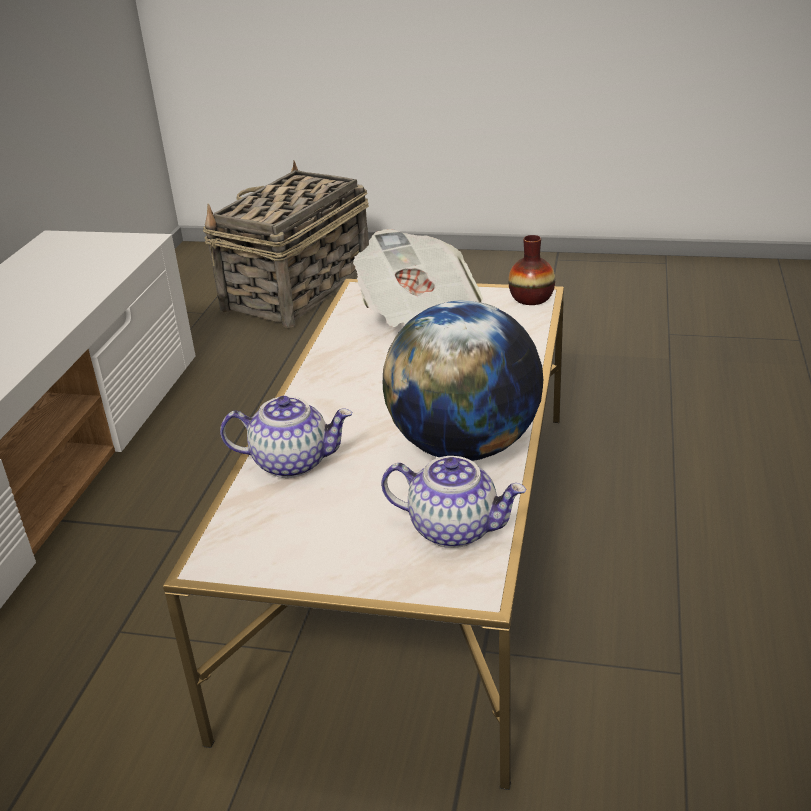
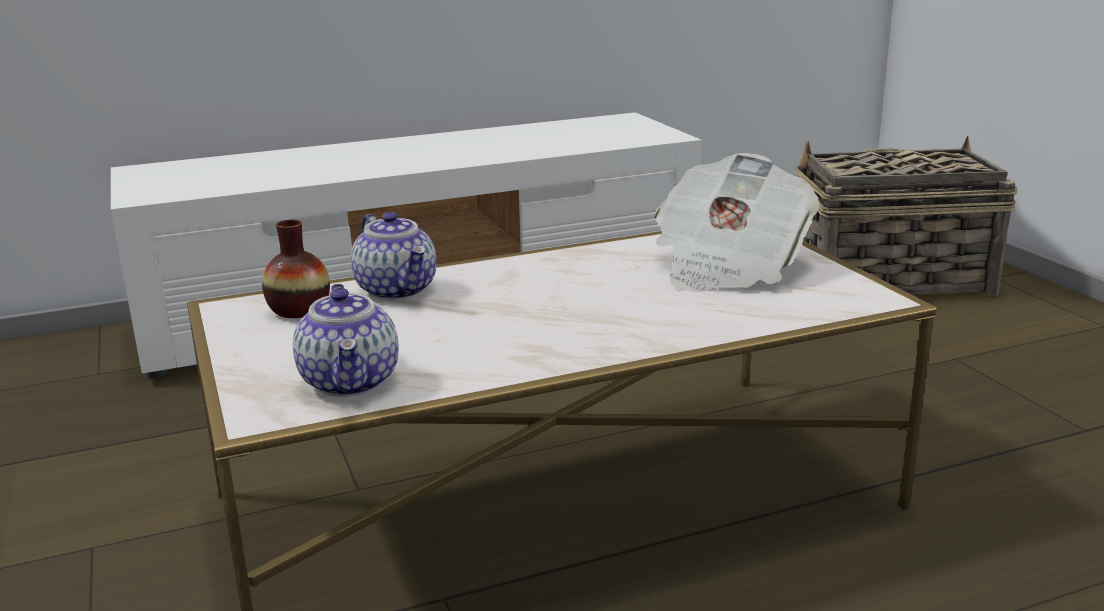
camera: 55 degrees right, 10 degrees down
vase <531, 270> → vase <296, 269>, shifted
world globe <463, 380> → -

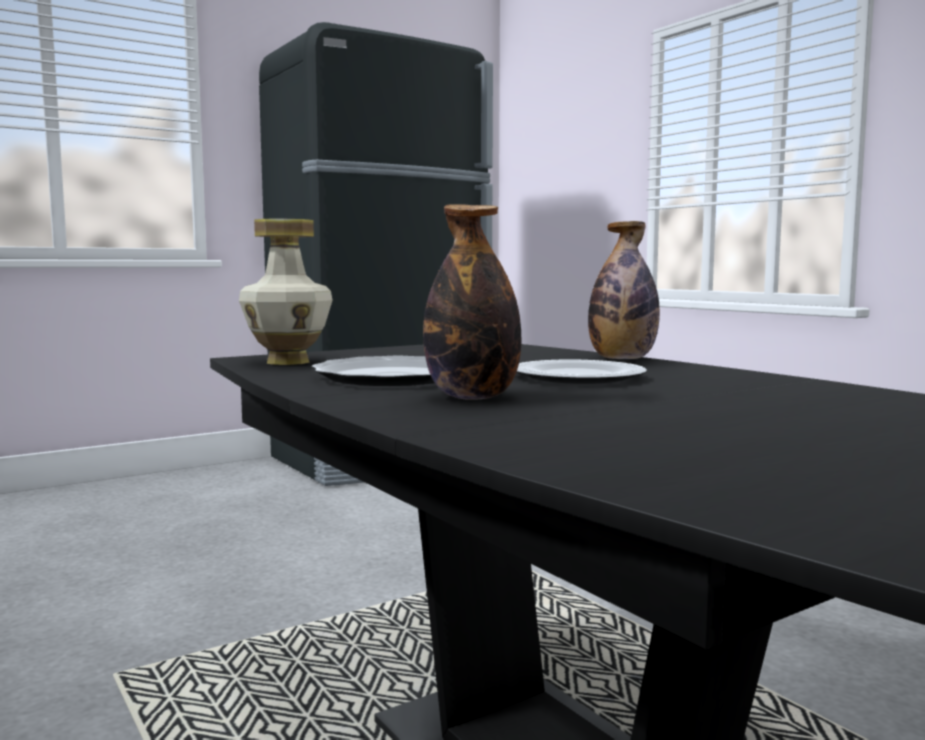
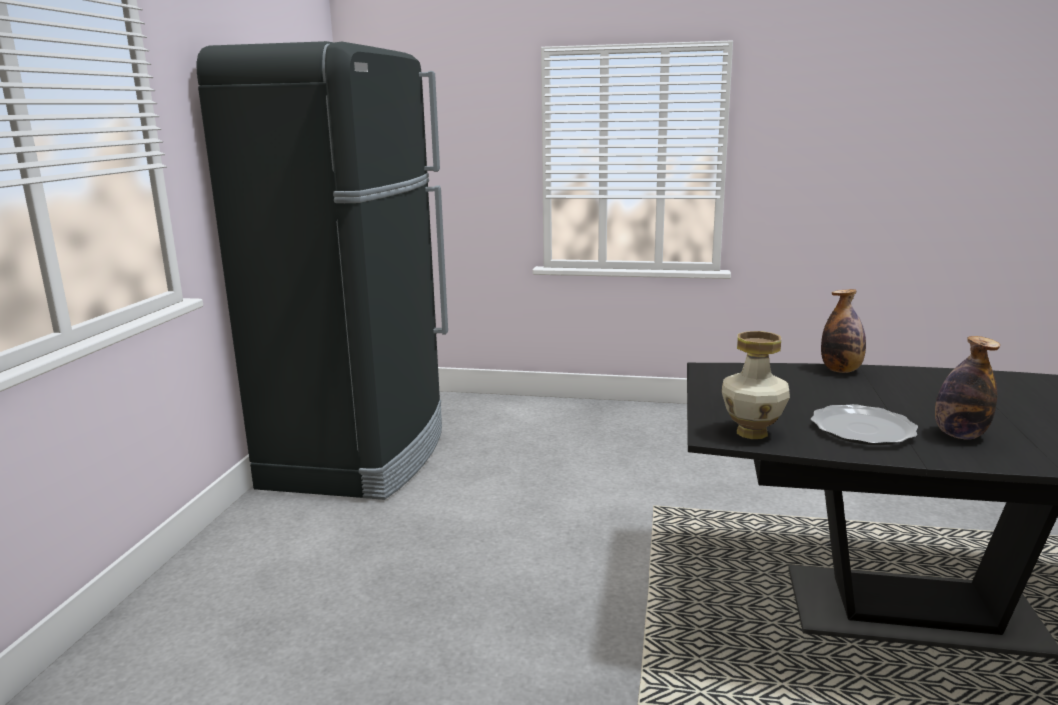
camera: 45 degrees left, 10 degrees up
plate <582, 372> → -

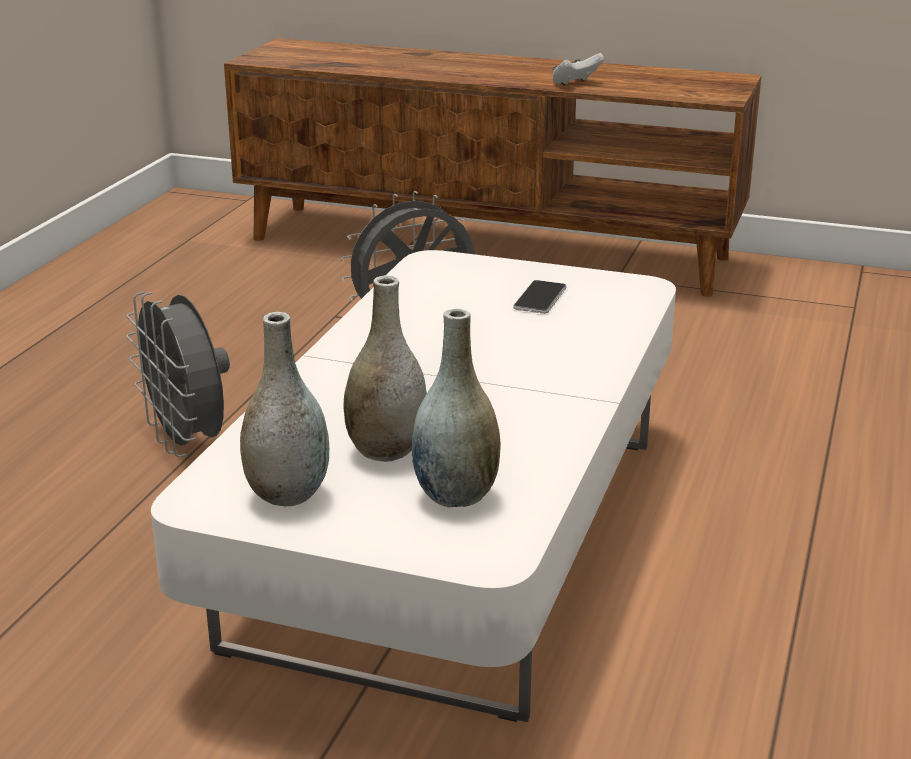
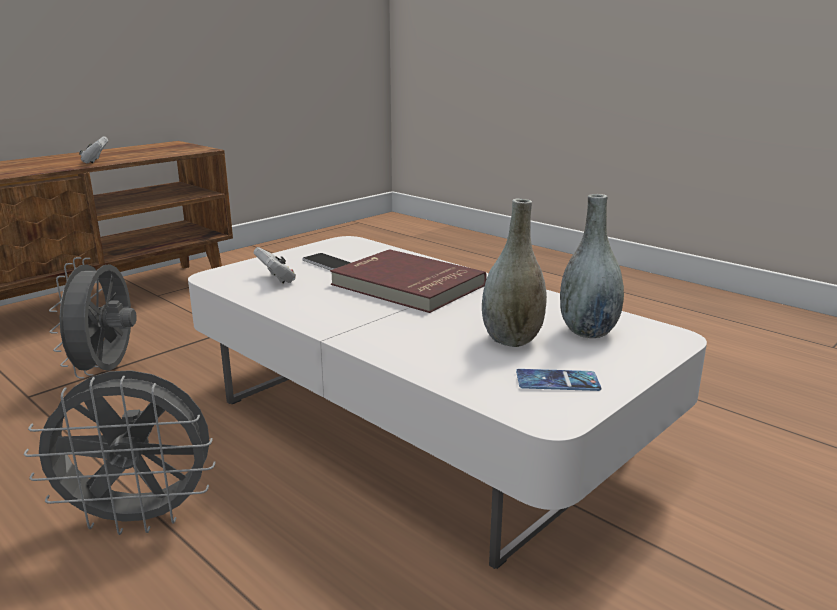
camera: 65 degrees left, 5 degrees down
greyish vase <284, 409> → handset <558, 380>
- → whitish joypad <275, 265>
- → red-coloured bound book <408, 281>

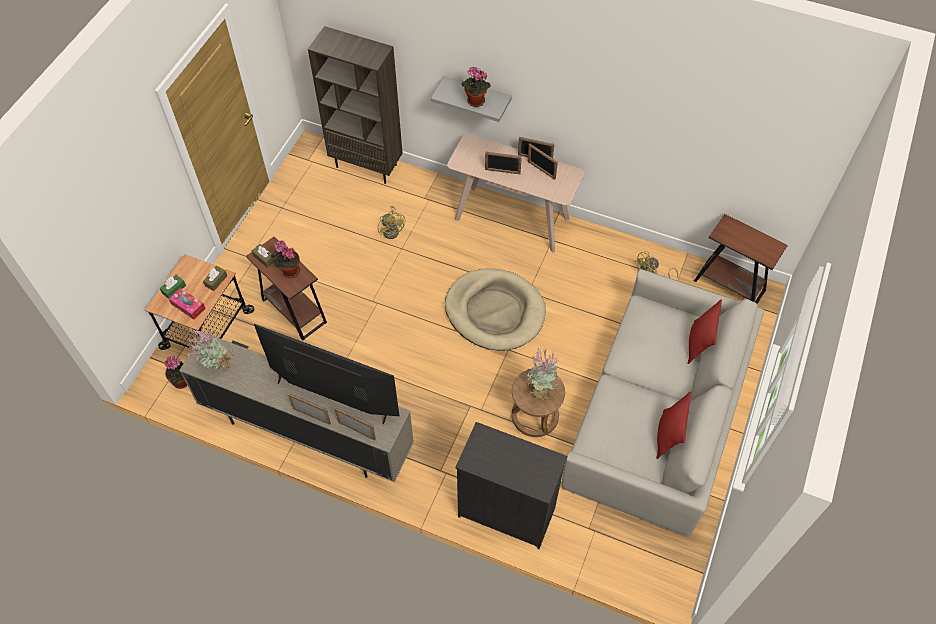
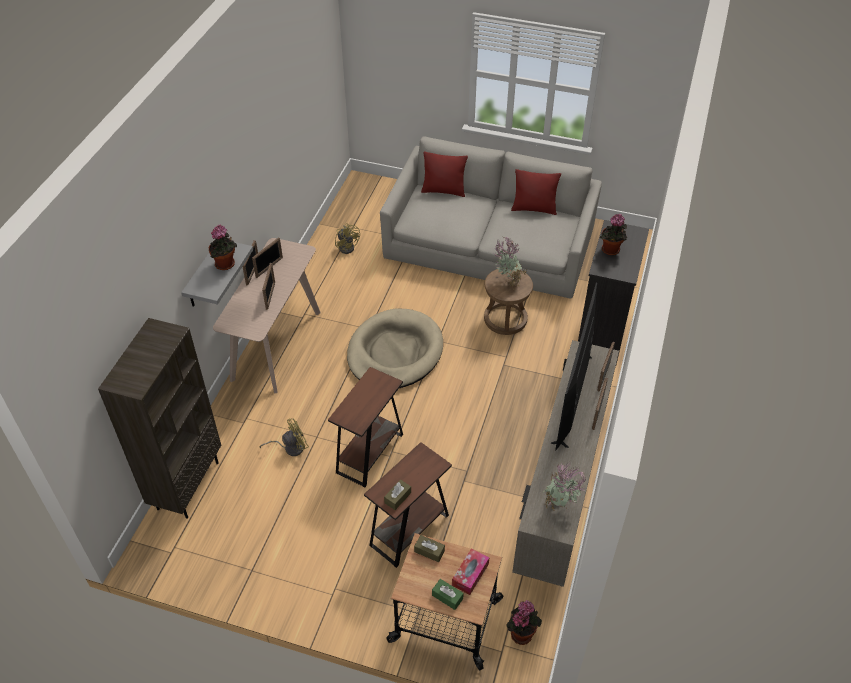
camera: 95 degrees left, 10 degrees down
brown accent table <741, 259> → brown accent table <365, 427>, shifted
plant in a pot <285, 259> → plant in a pot <613, 234>, shifted

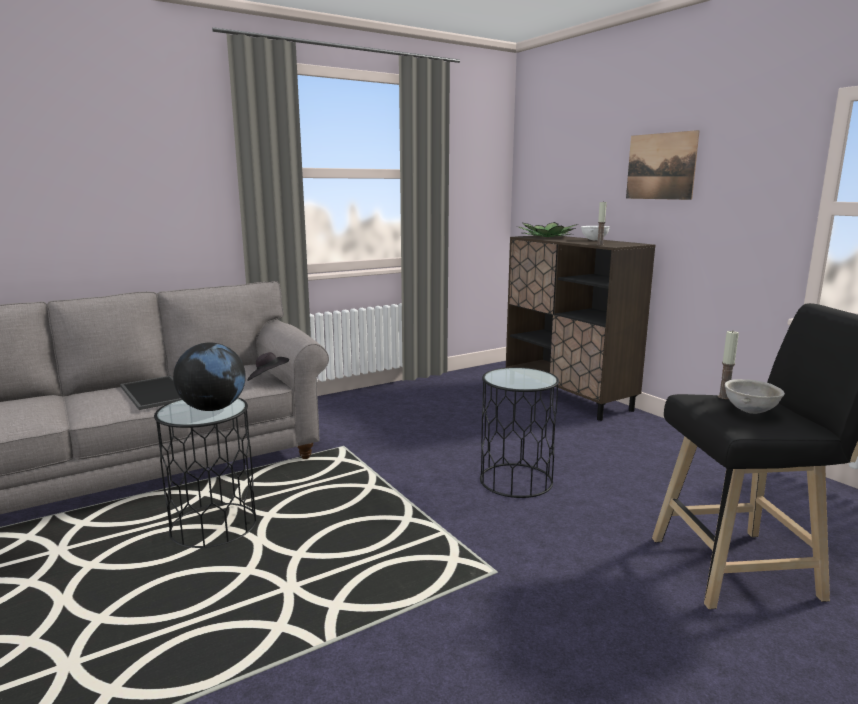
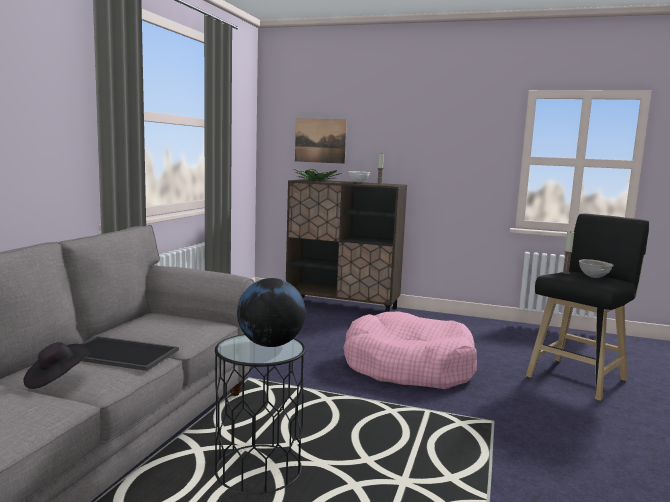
camera: 40 degrees left, 5 degrees down
wall art <663, 165> → wall art <321, 141>, shifted
black-coloured wearable hat <268, 366> → black-coloured wearable hat <56, 365>, shifted
black-coloured accent table <519, 432> → pink-coloured pet bed <410, 350>

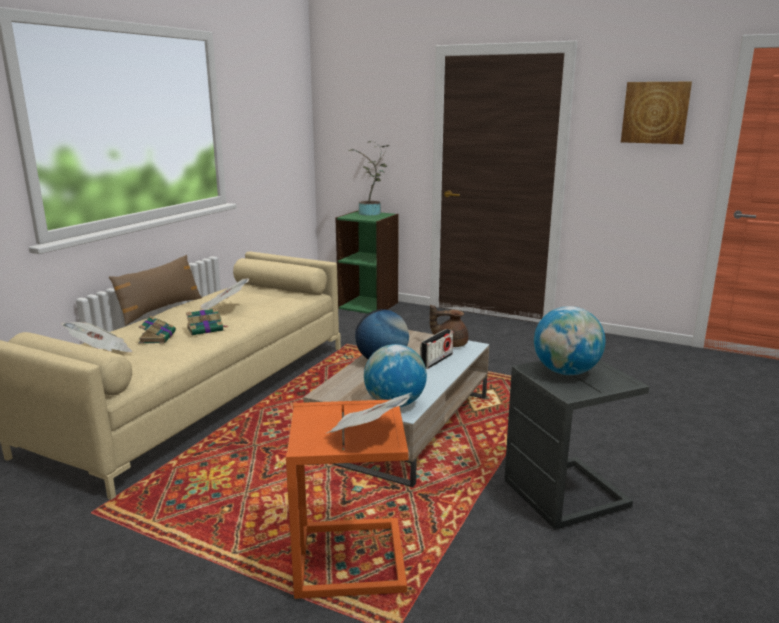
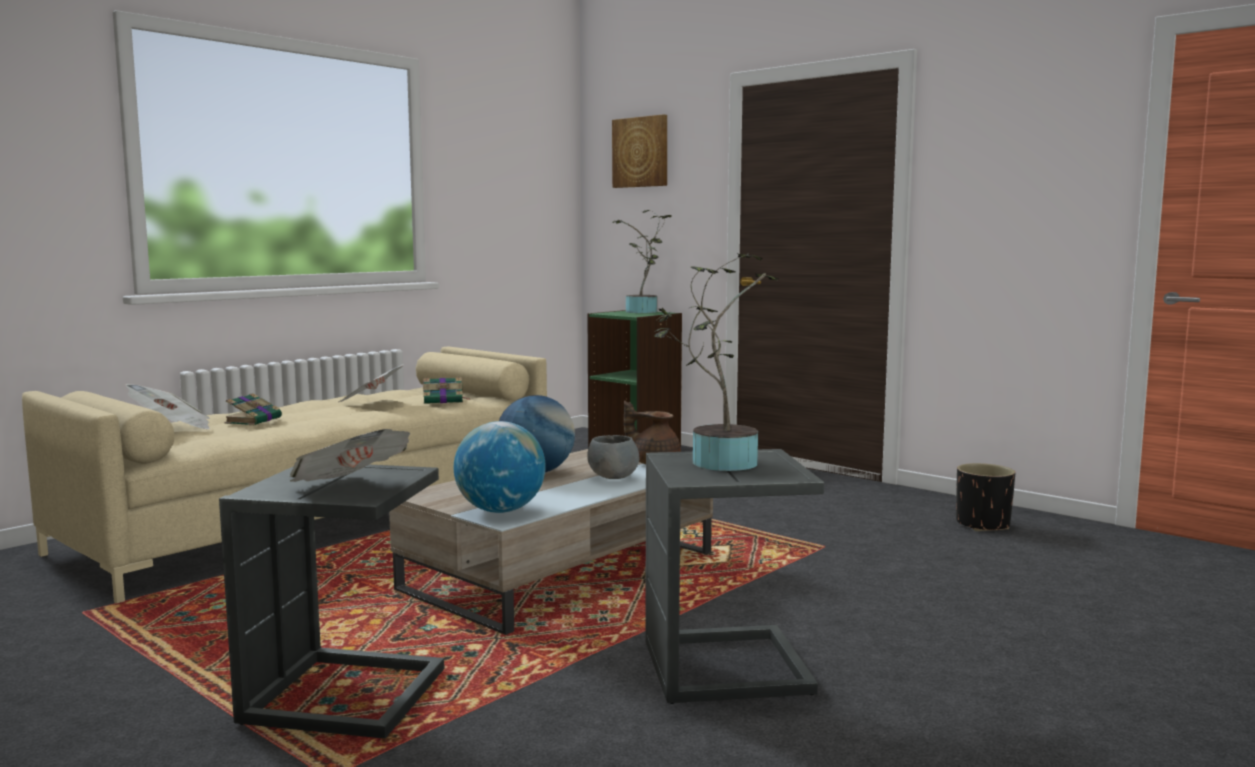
camera: 15 degrees right, 10 degrees down
wall art <656, 113> → wall art <639, 151>, shifted
brown throw pillow <155, 290> → -
world globe <569, 340> → plant in a pot <716, 362>
bound book <206, 321> → bound book <446, 390>, shifted
radio receiver <436, 349> → greyish deep dish <613, 457>
orangey accent table <347, 499> → greyish accent table <331, 602>
- → black-coloured planter <985, 497>

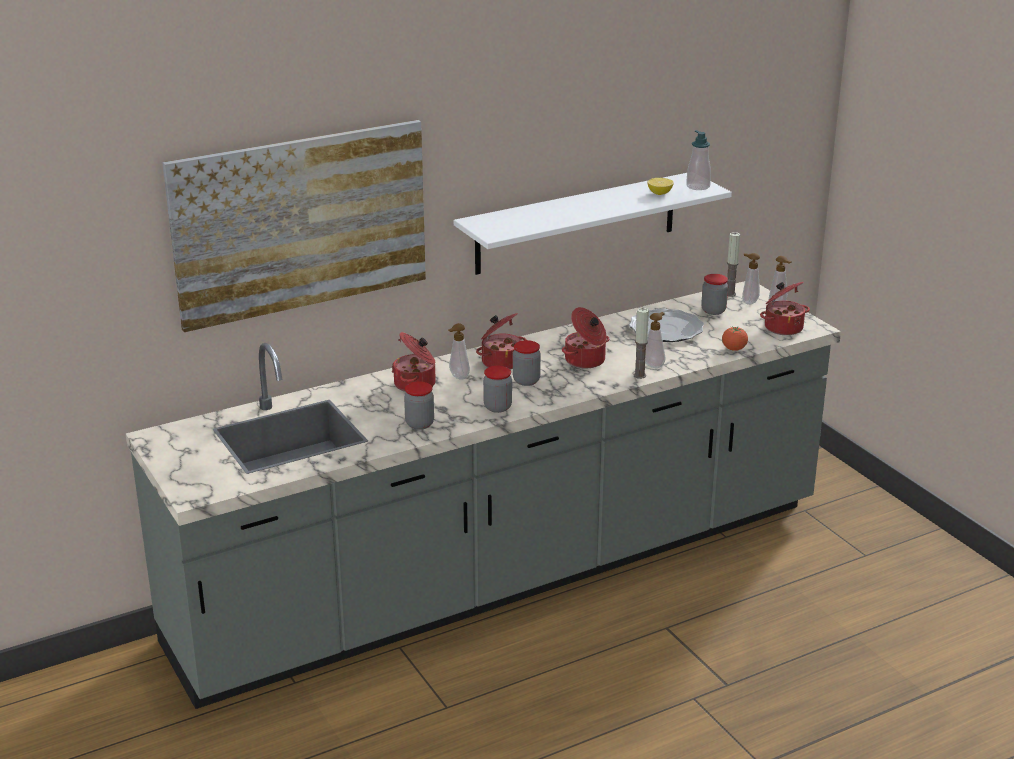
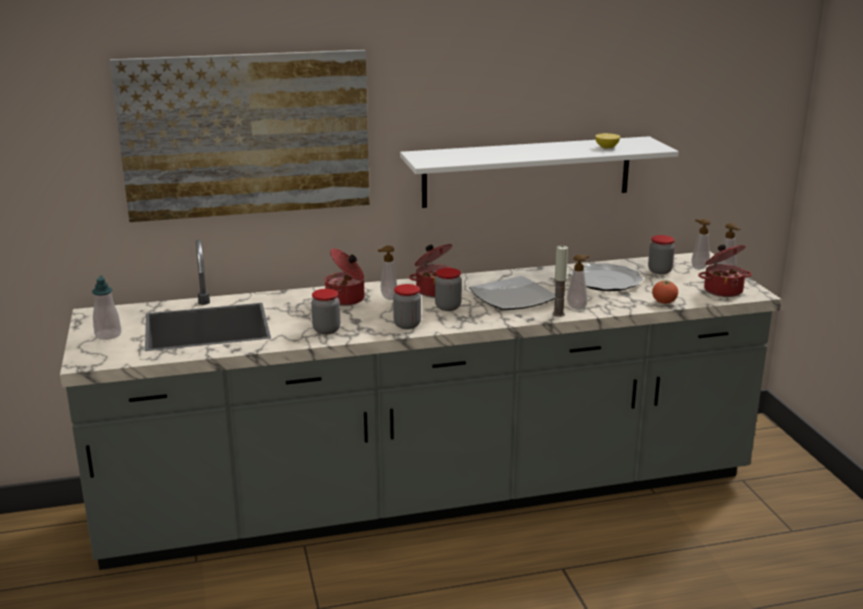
camera: 15 degrees right, 5 degrees down
soap dispenser <698, 160> → soap dispenser <106, 307>, shifted
candle <733, 264> → -
stockpot <585, 337> → plate <512, 293>

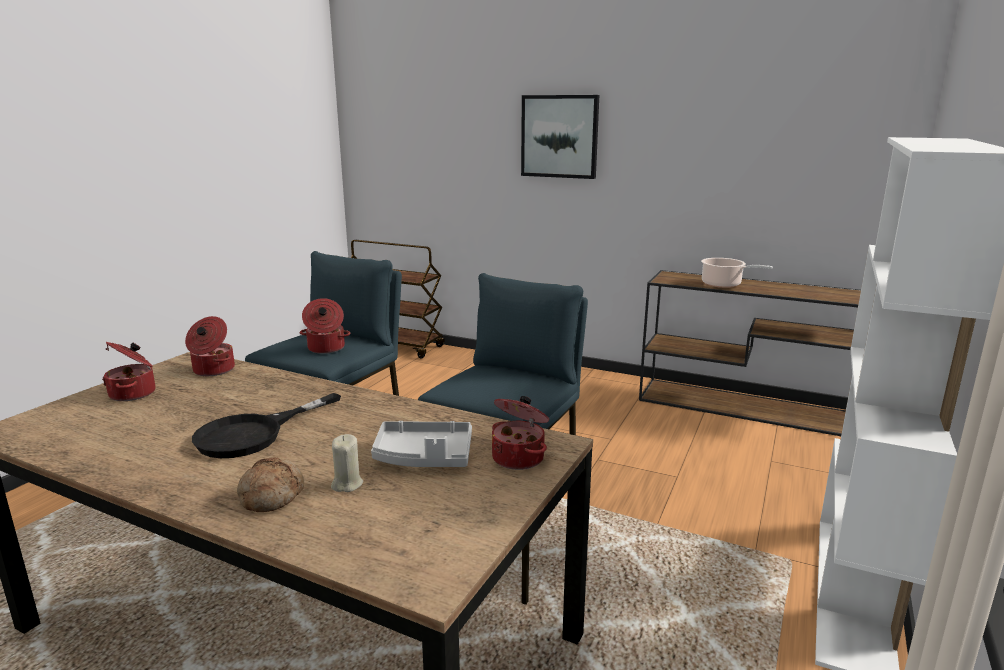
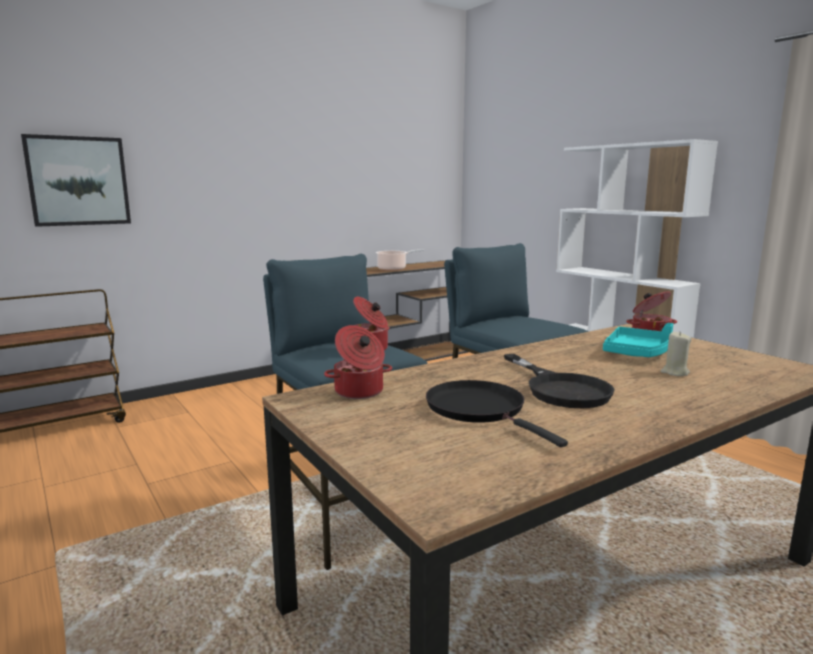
camera: 60 degrees left, 5 degrees down
wall art <560, 137> → wall art <76, 180>, shifted
stockpot <129, 371> → -
greyish tray <421, 444> → turquoise tray <638, 340>
baked bread <270, 484> → -
- → black-coloured pan <497, 413>

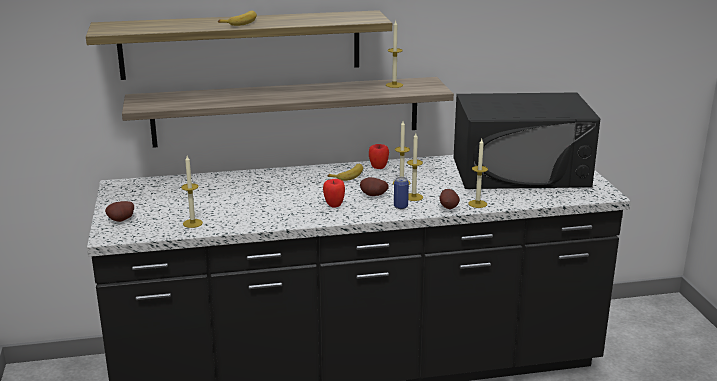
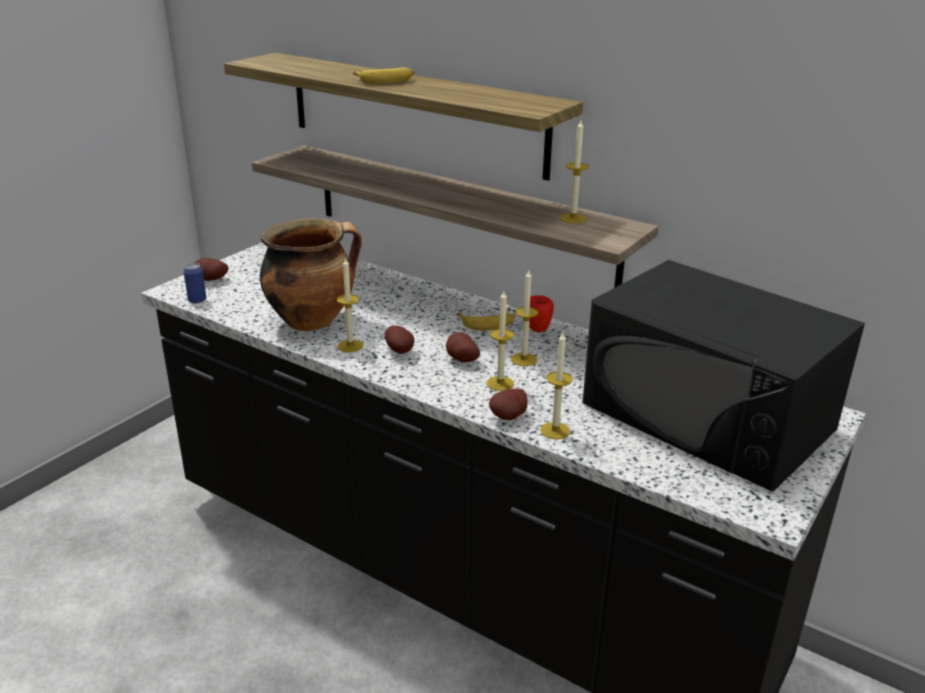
camera: 45 degrees right, 5 degrees up
candle <192, 192> → candle <349, 304>, shifted
metal can <401, 193> → metal can <195, 283>, shifted
apple <334, 193> → whole potato <400, 339>
- → stockpot <311, 274>

